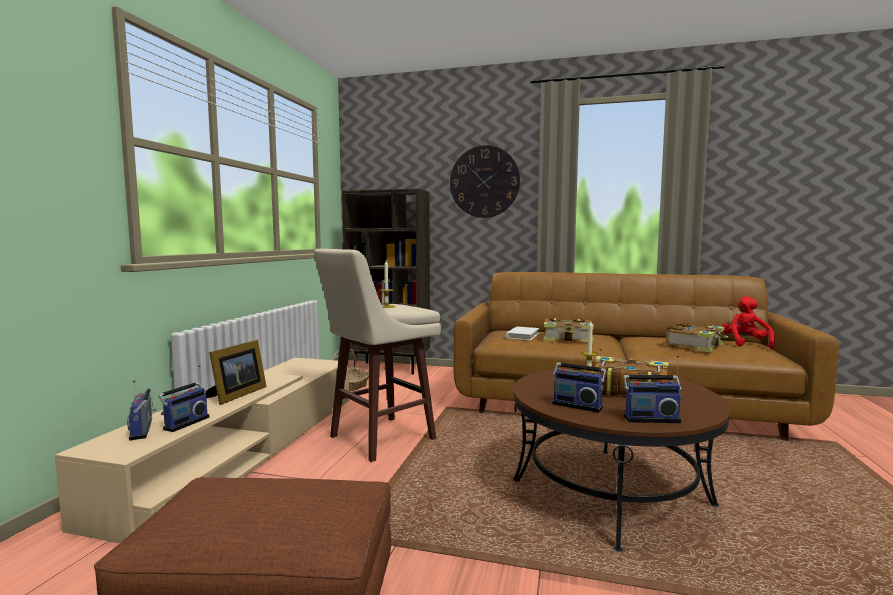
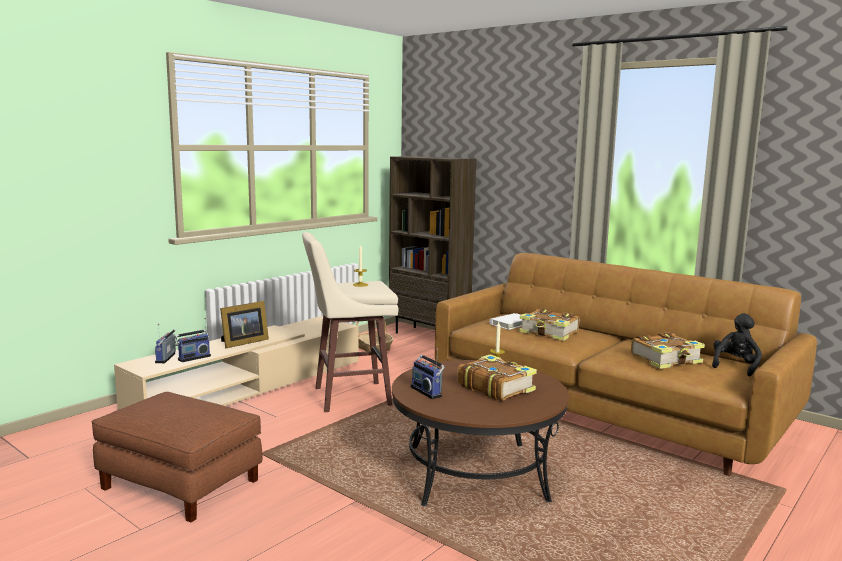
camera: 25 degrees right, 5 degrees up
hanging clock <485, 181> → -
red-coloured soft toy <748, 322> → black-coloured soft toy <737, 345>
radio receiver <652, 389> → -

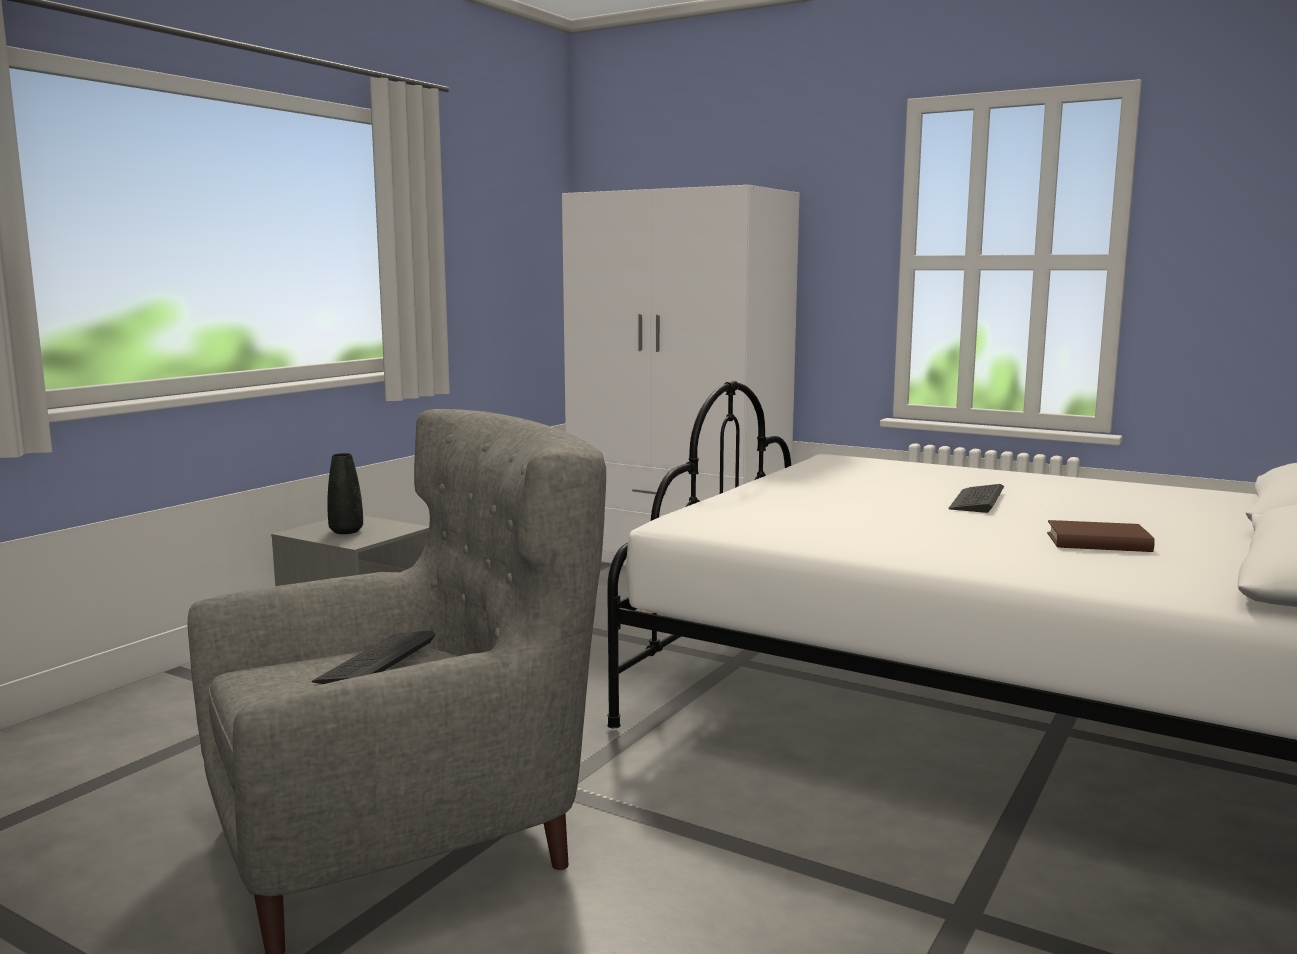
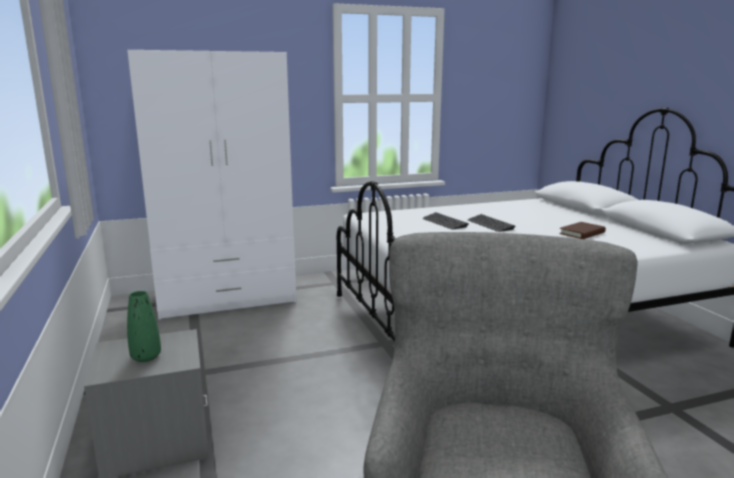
camera: 50 degrees left, 5 degrees up
black-coloured vase <345, 493> → green vase <144, 326>
computer keyboard <373, 657> → computer keyboard <446, 221>, shifted

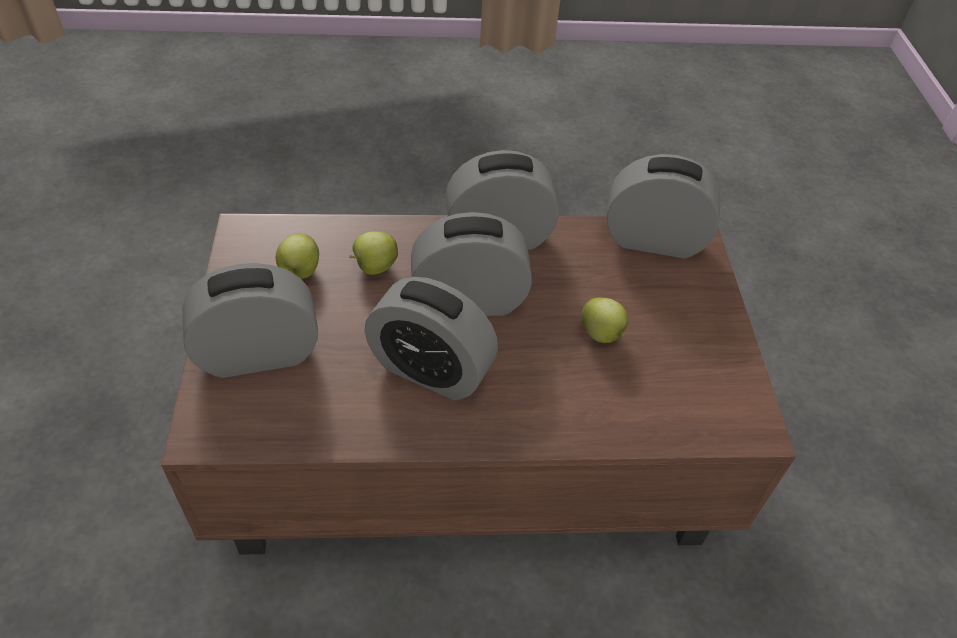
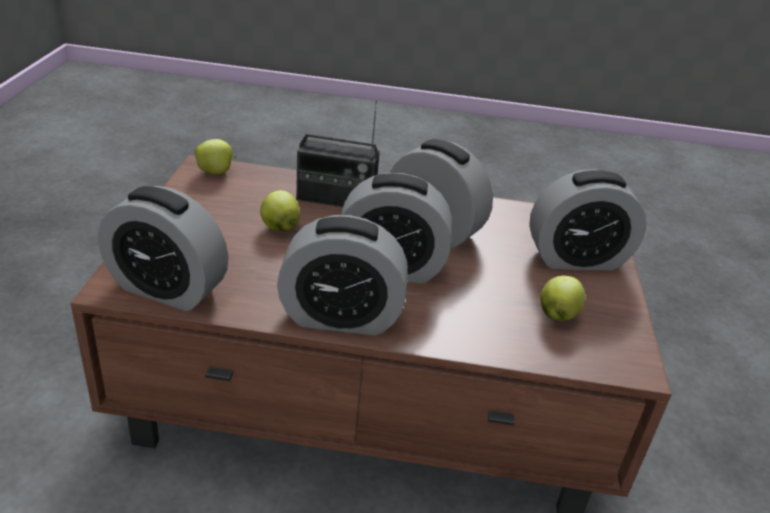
camera: 170 degrees left, 15 degrees down
apple <373, 253> → apple <215, 156>, shifted
- → radio receiver <338, 154>

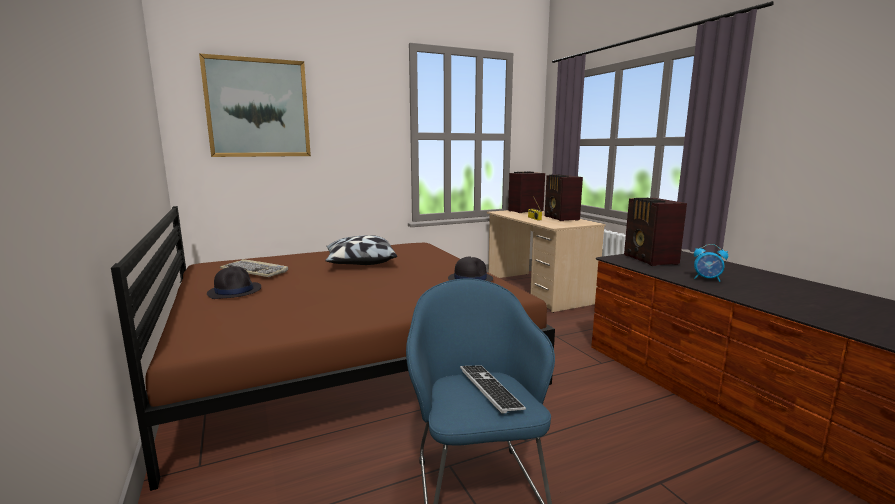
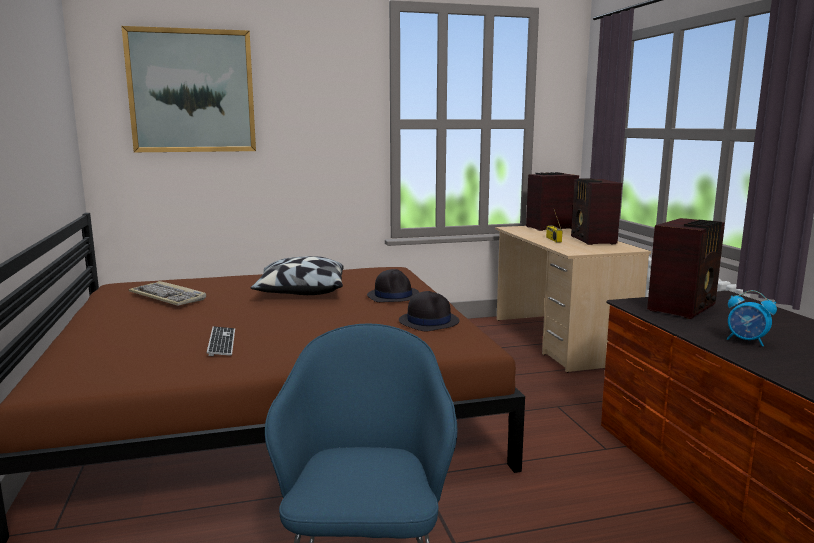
camera: 10 degrees right, 0 degrees up
radio receiver <655, 232> → radio receiver <686, 268>, 135 degrees counterclockwise
black-coloured wearable hat <234, 282> → black-coloured wearable hat <393, 285>, shifted
computer keyboard <493, 389> → computer keyboard <221, 341>, shifted

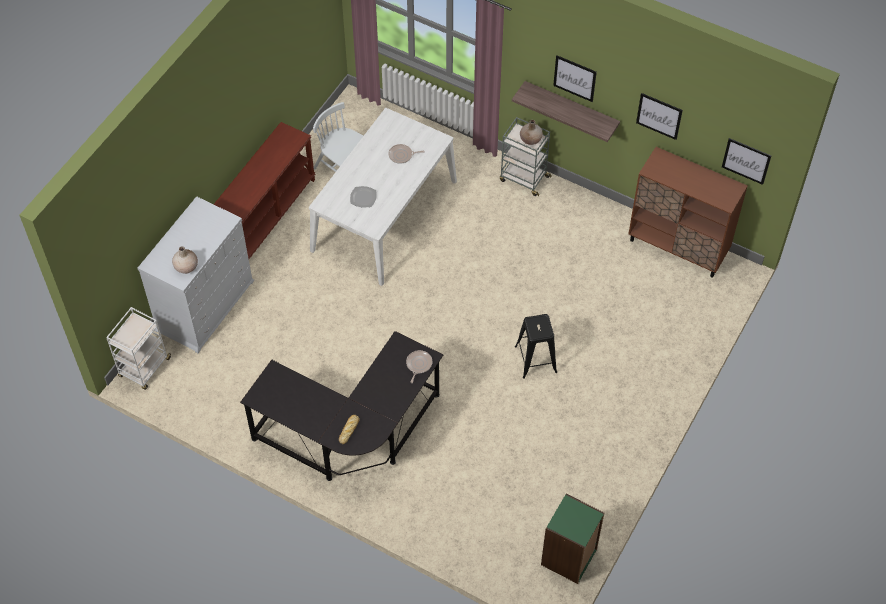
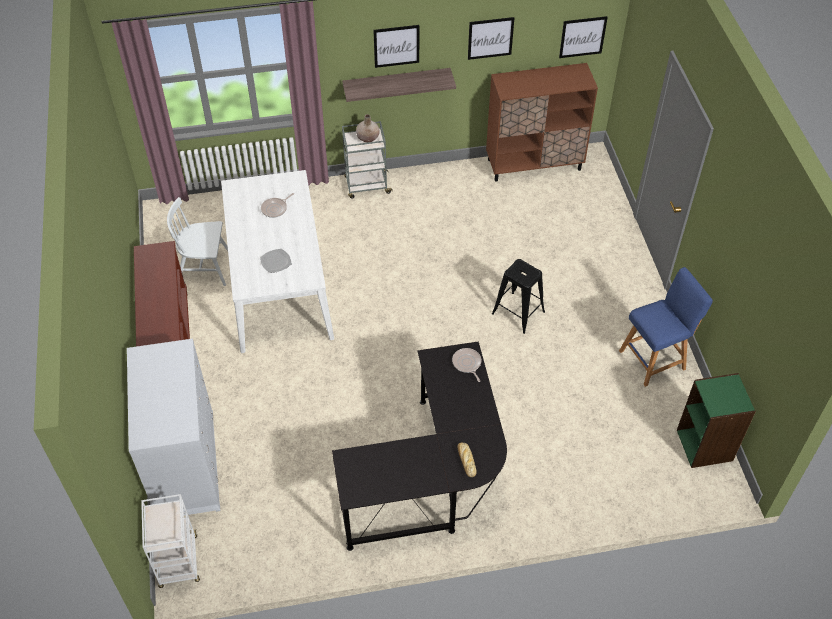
camera: 40 degrees left, 5 degrees down
beige-coloured vase <185, 260> → -
- → bluish stool seat <666, 327>

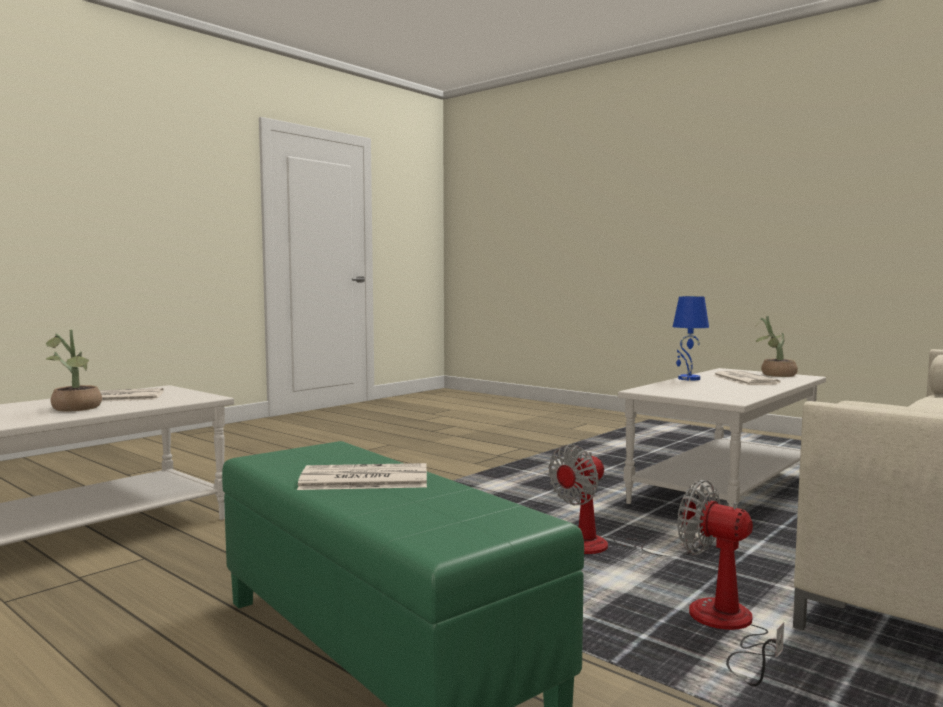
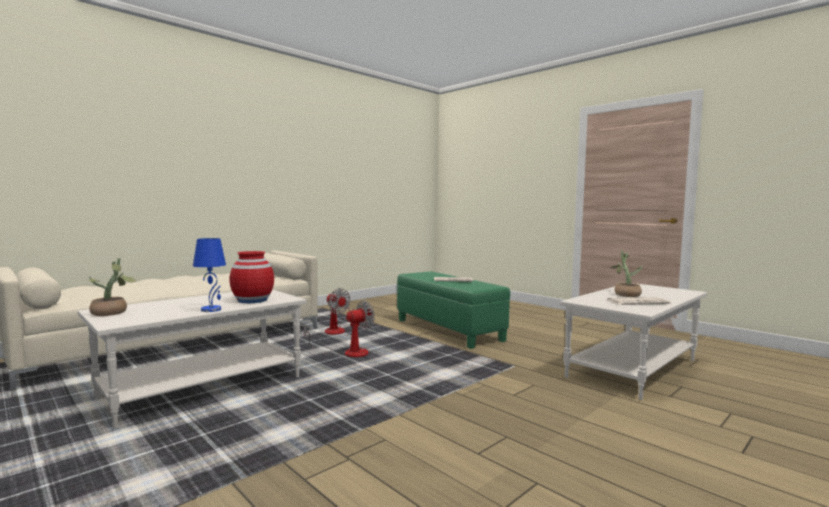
camera: 175 degrees left, 0 degrees up
printed paper <746, 377> → -
- → red-coloured vase <252, 277>

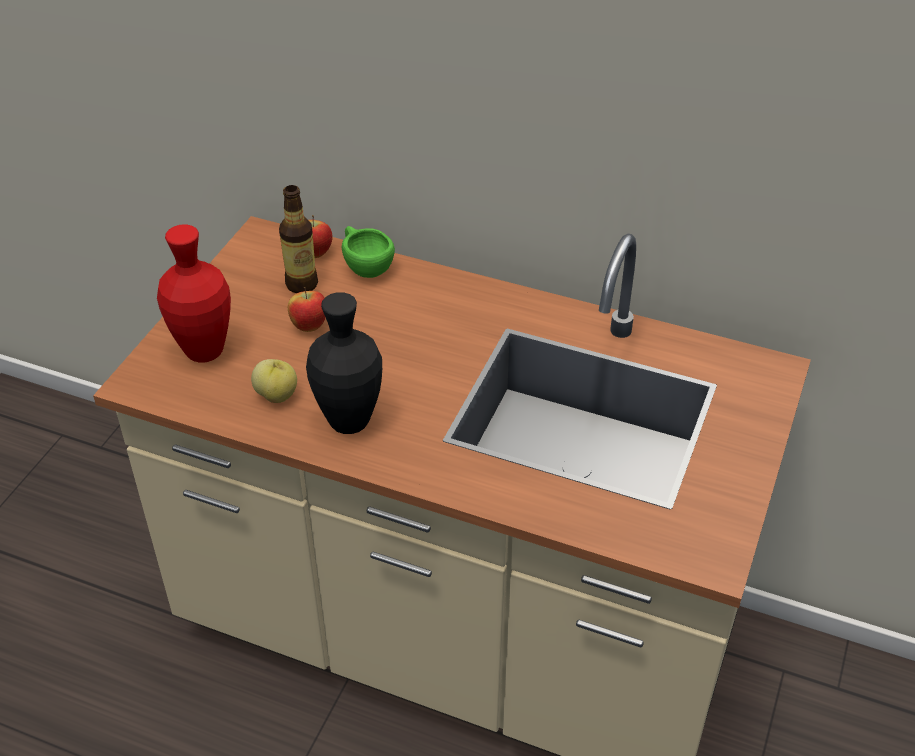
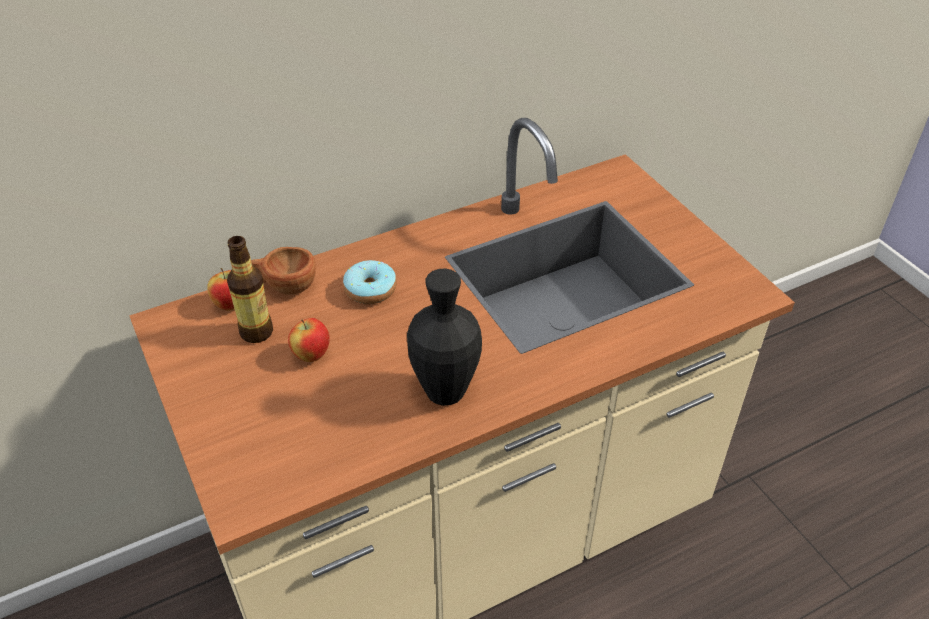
camera: 50 degrees left, 0 degrees up
red-coloured vase <194, 293> → -
green cup <368, 252> → brown cup <283, 271>
apple <274, 381> → -
- → ring doughnut <370, 282>

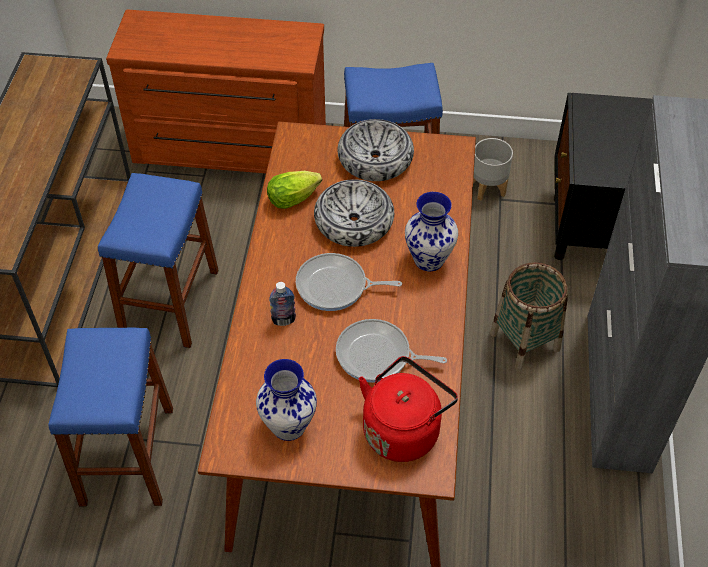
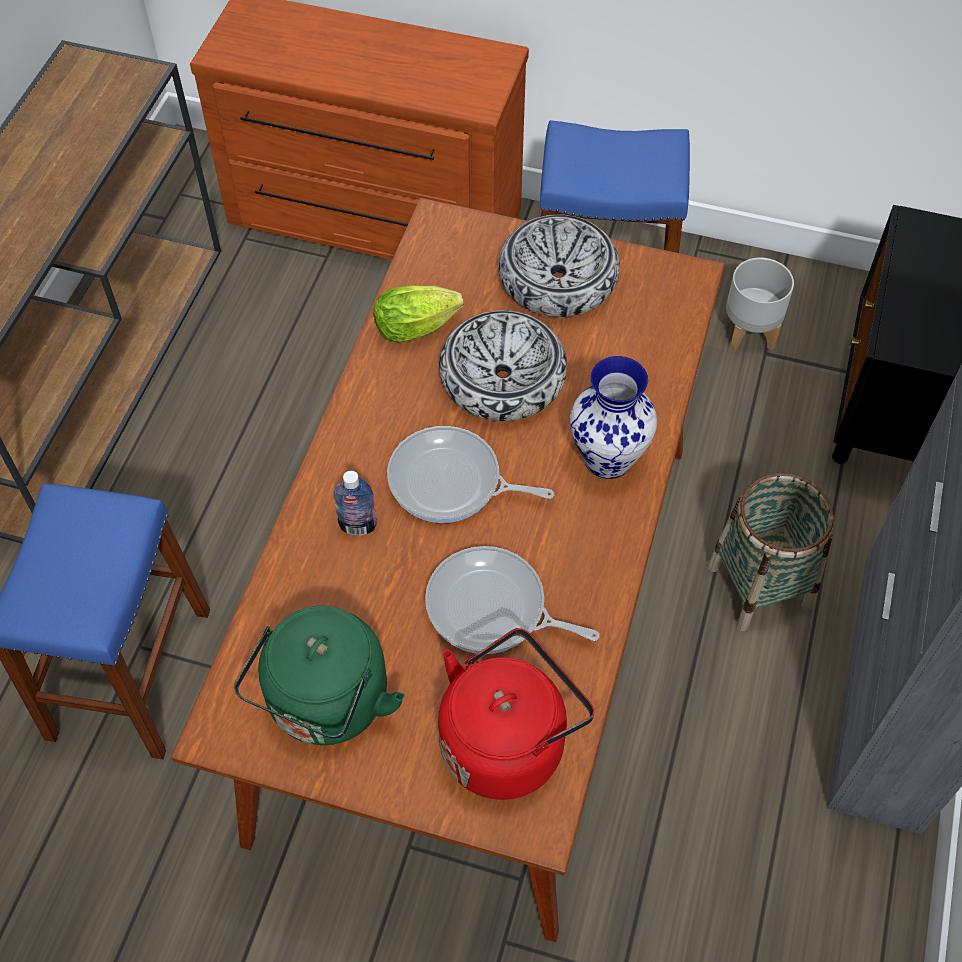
camera: 10 degrees right, 5 degrees up
bluish stool seat <158, 260> → -
vase <286, 400> → green kettle <319, 675>

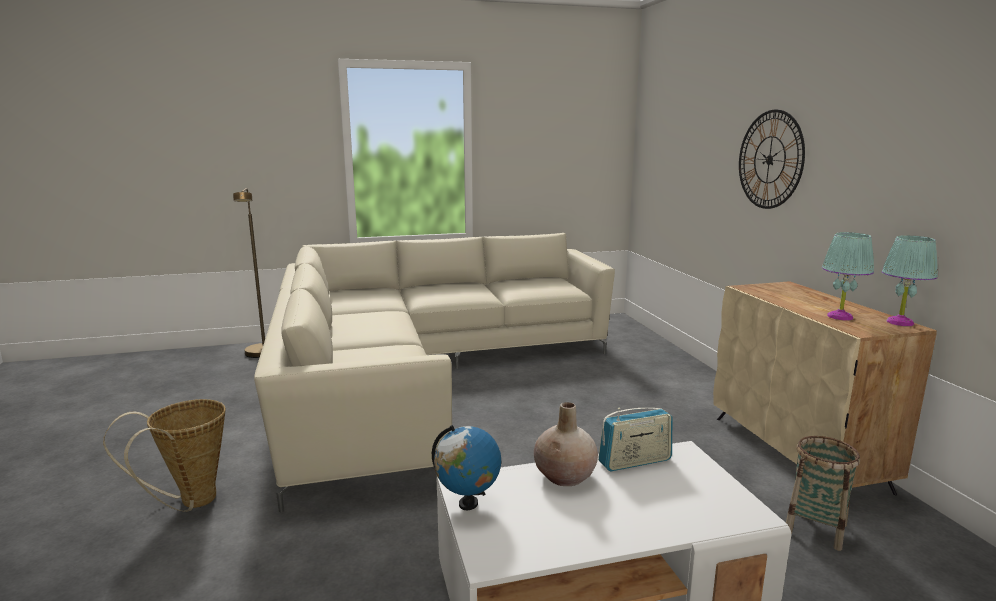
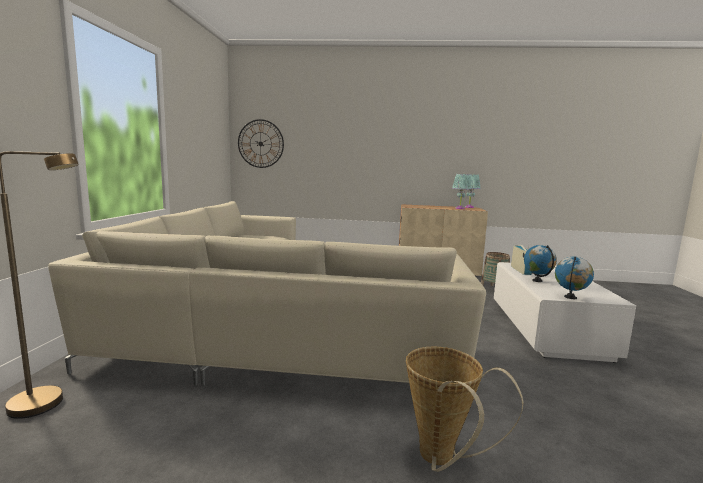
camera: 70 degrees left, 5 degrees down
hanging clock <772, 159> → hanging clock <261, 143>, shifted
beige-coloured vase <566, 444> → world globe <540, 263>

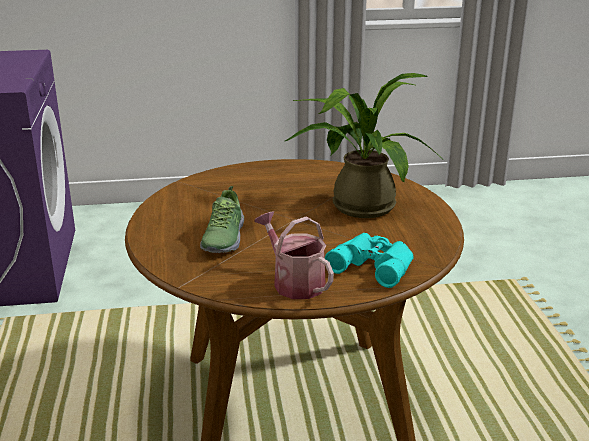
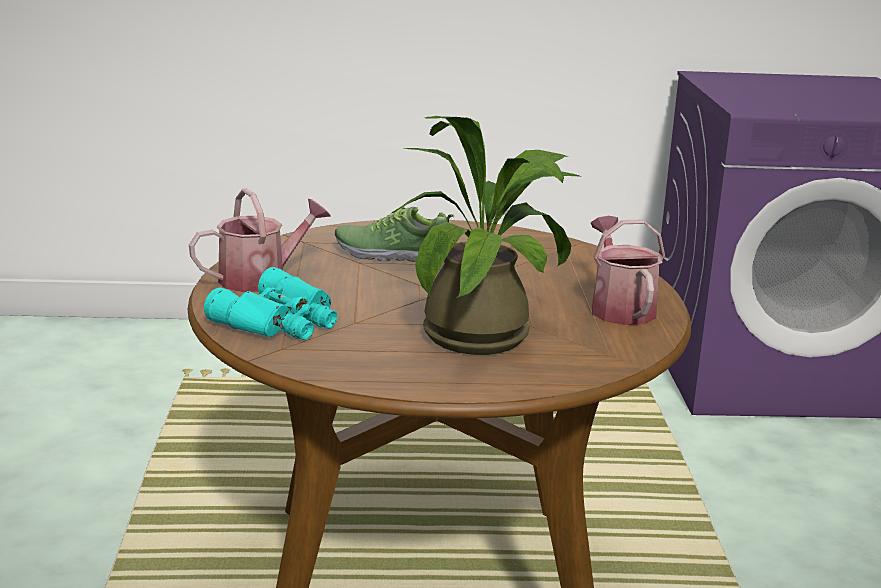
camera: 95 degrees right, 5 degrees down
- → watering pot <628, 270>

